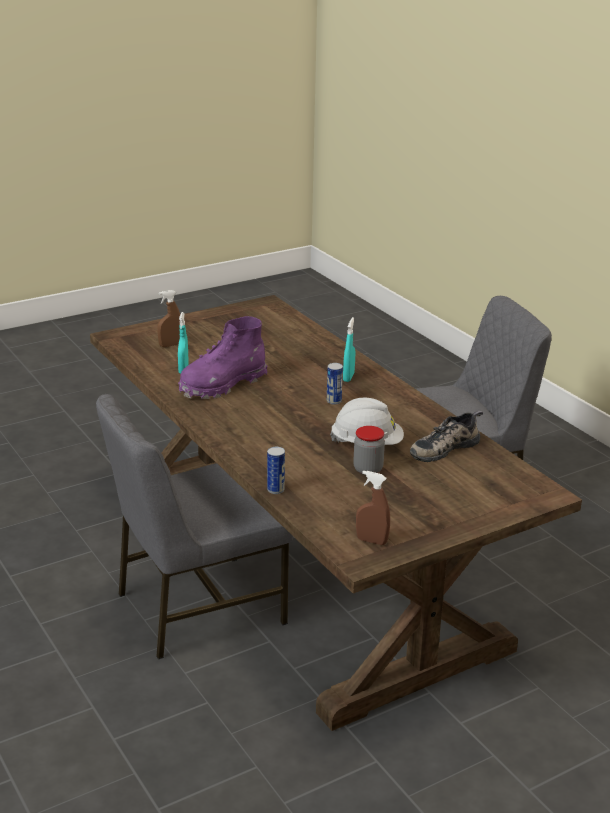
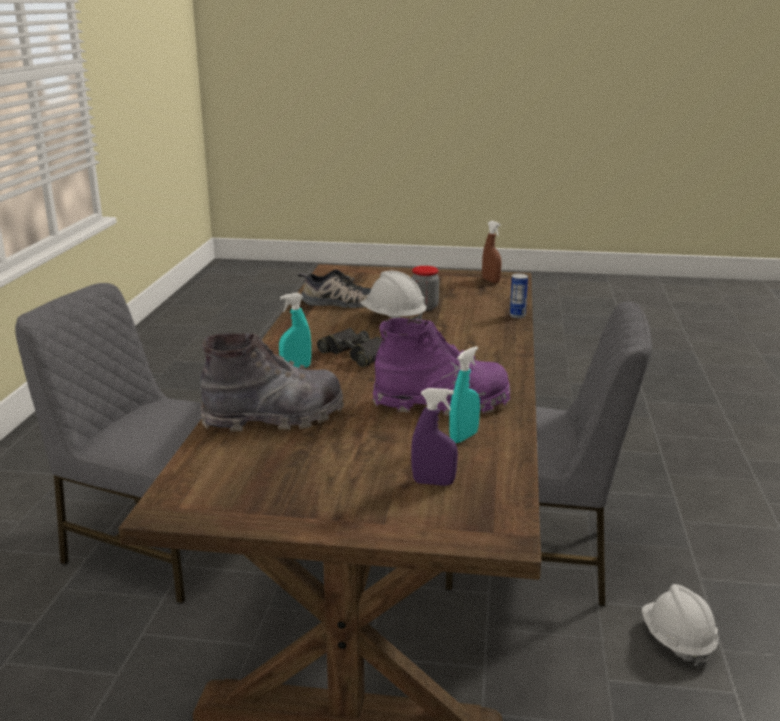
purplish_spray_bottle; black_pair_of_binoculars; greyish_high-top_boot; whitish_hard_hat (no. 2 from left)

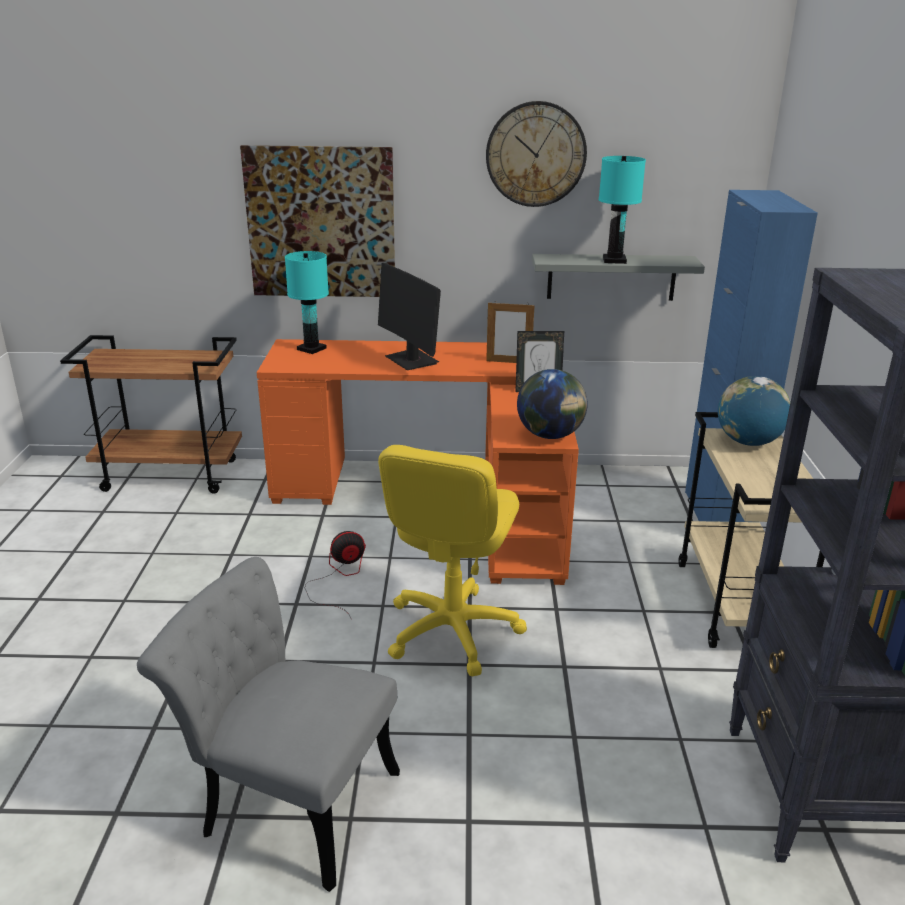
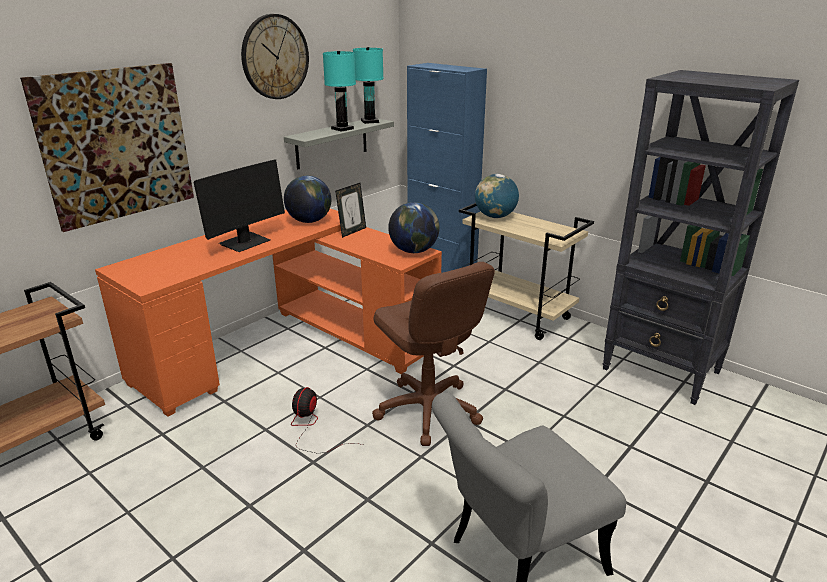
blue-green_tabletop_lamp (no. 2 from left); monitor; brown_computer_chair; desk_globe (no. 1 from left)

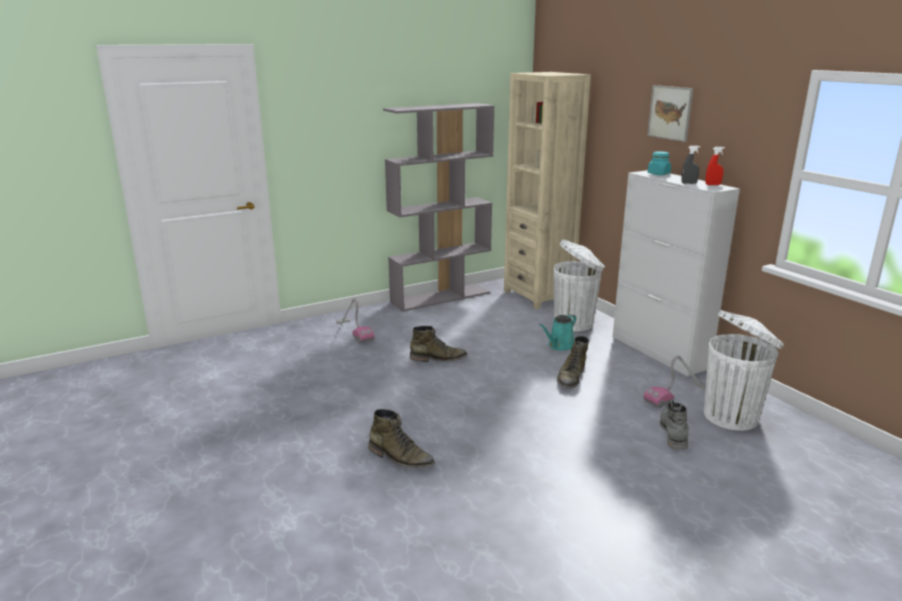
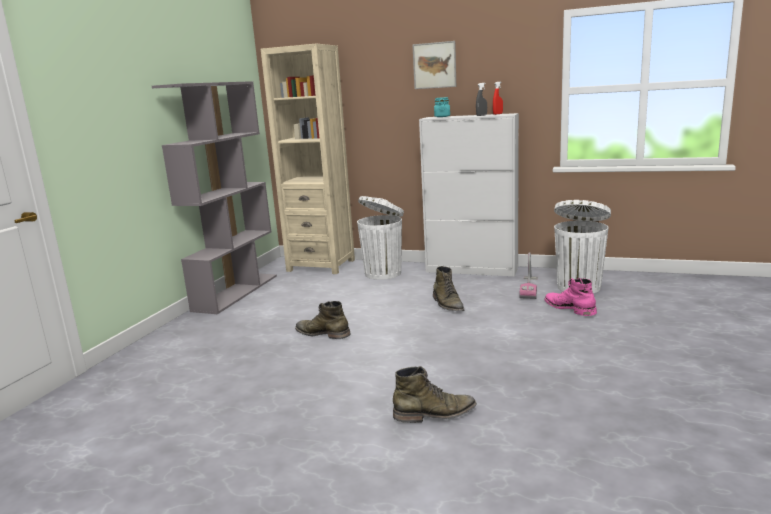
vacuum (no. 1 from left in the first image); green_high-top_boot (no. 1 from left); blue-green_watering_pot; pink-coloured_high-top_boot

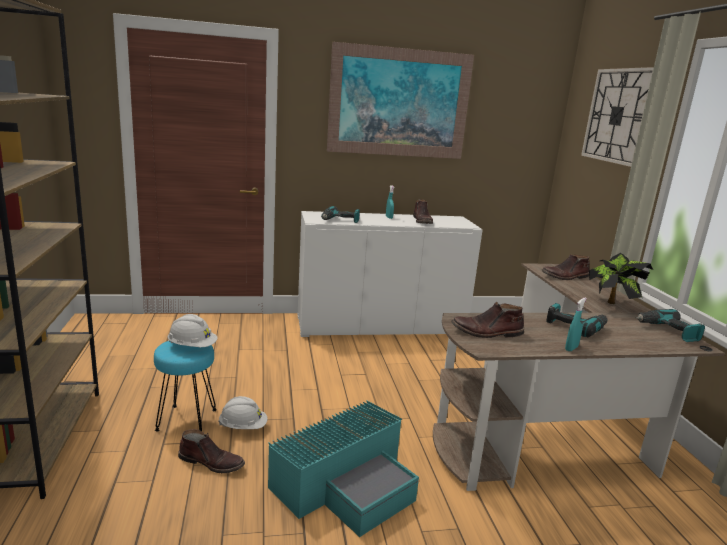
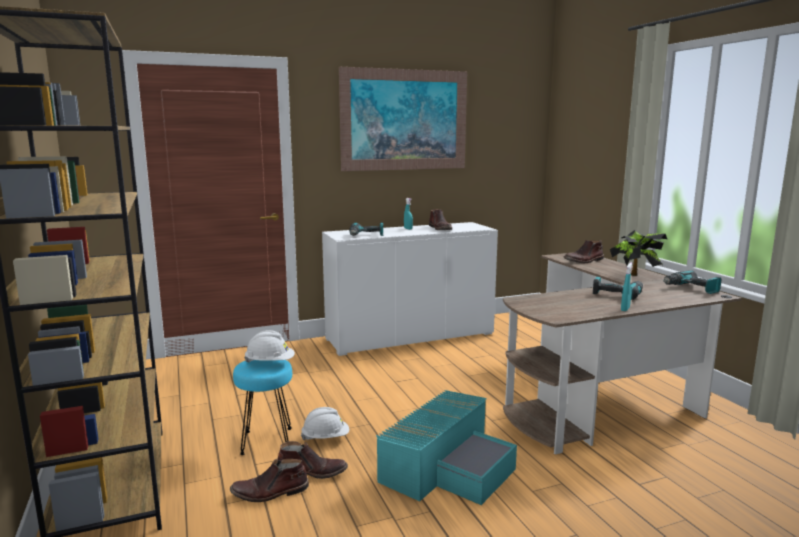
brown_high-top_boot (no. 1 from left); clock_on_the_wall

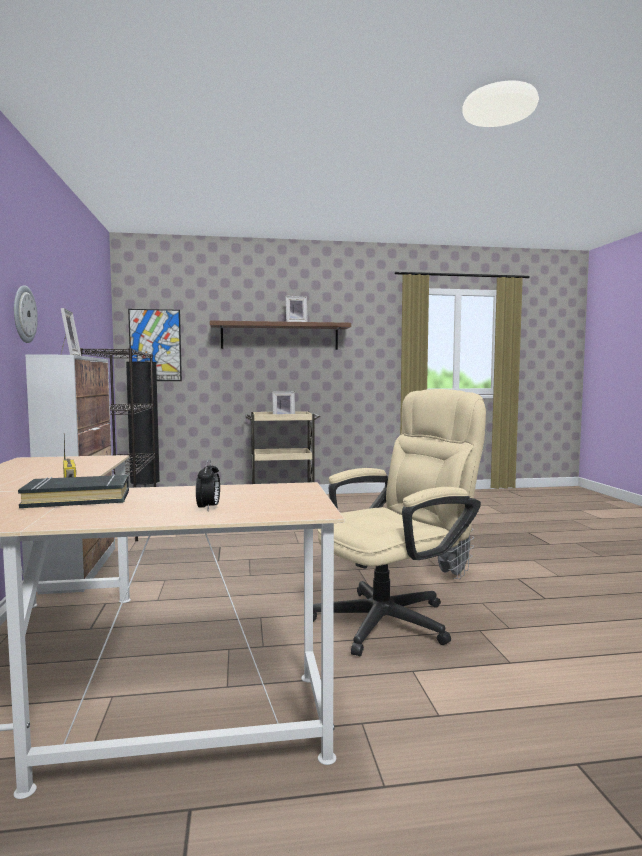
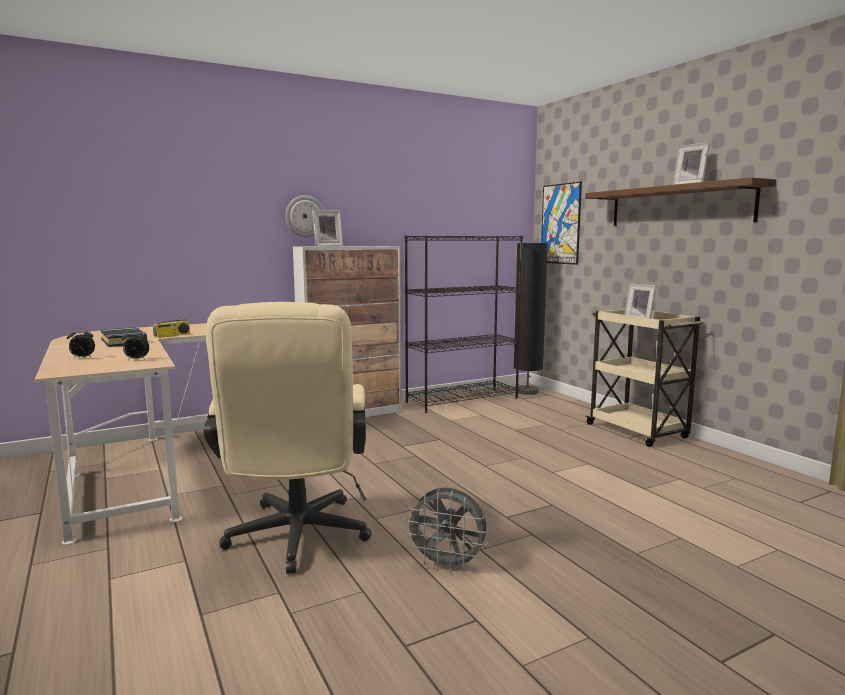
sand-coloured_computer_chair; table_clock (no. 2 from left)

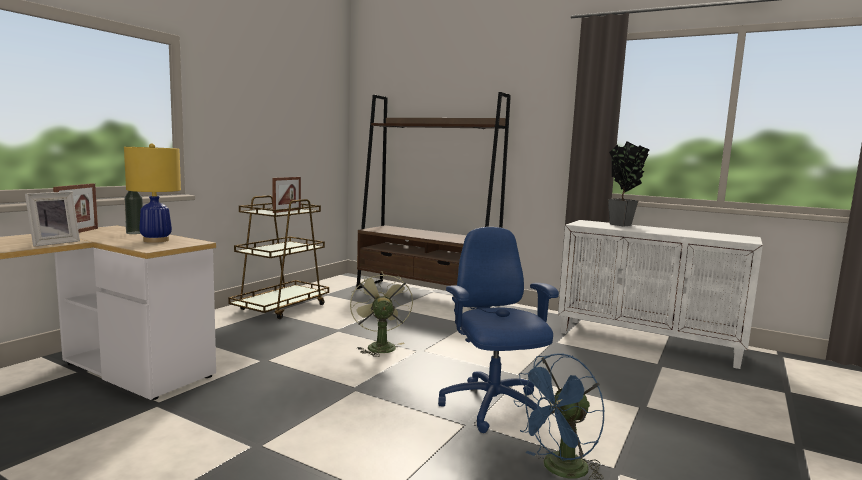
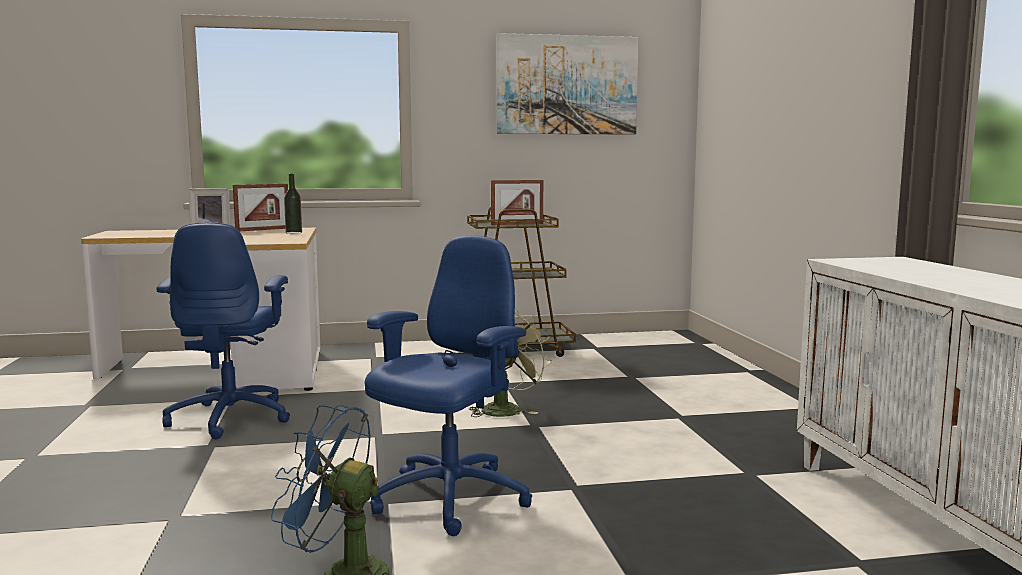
yellow-coloured_tabletop_lamp; brown_bookcase; houseplant; blue-coloured_computer_chair (no. 1 from left); wall_art

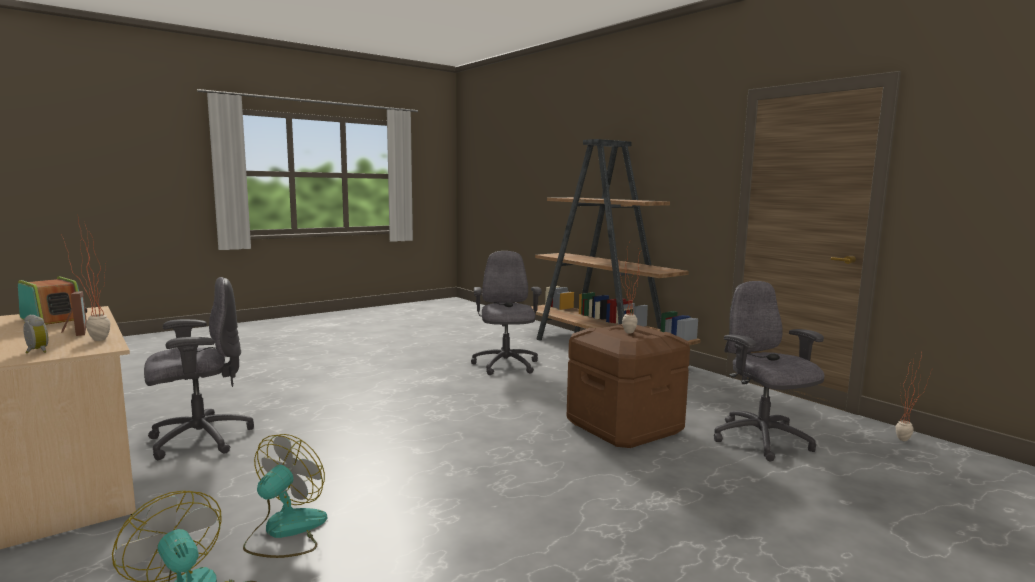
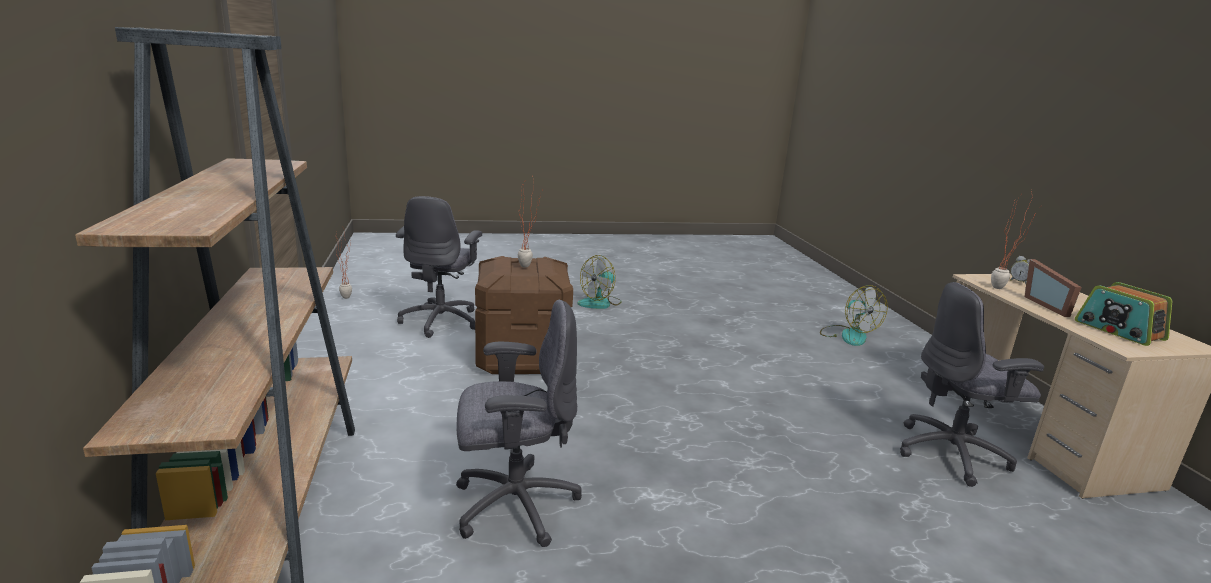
electric_fan (no. 1 from left); greyish_computer_chair (no. 2 from left)

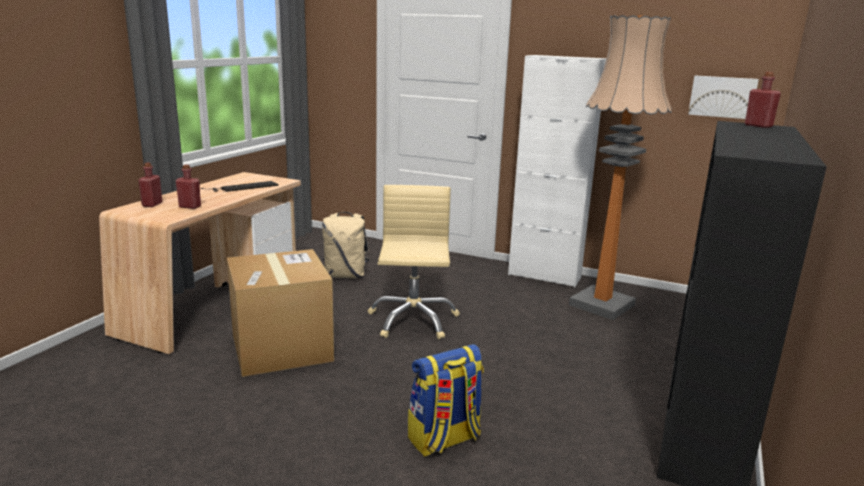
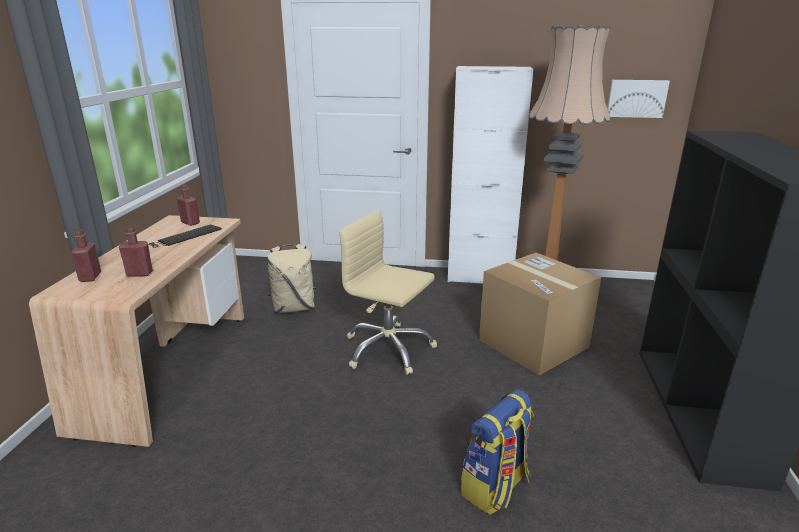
packing_box; sand-coloured_computer_chair; red_beverage_bottle (no. 3 from left)

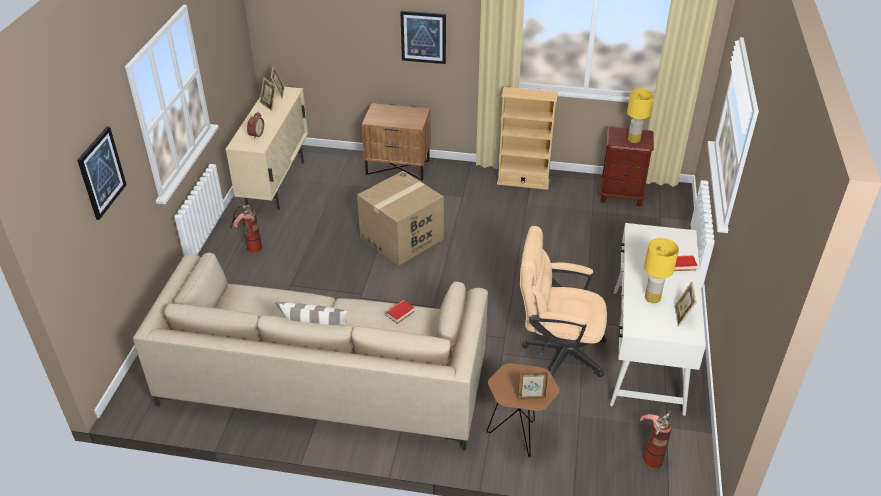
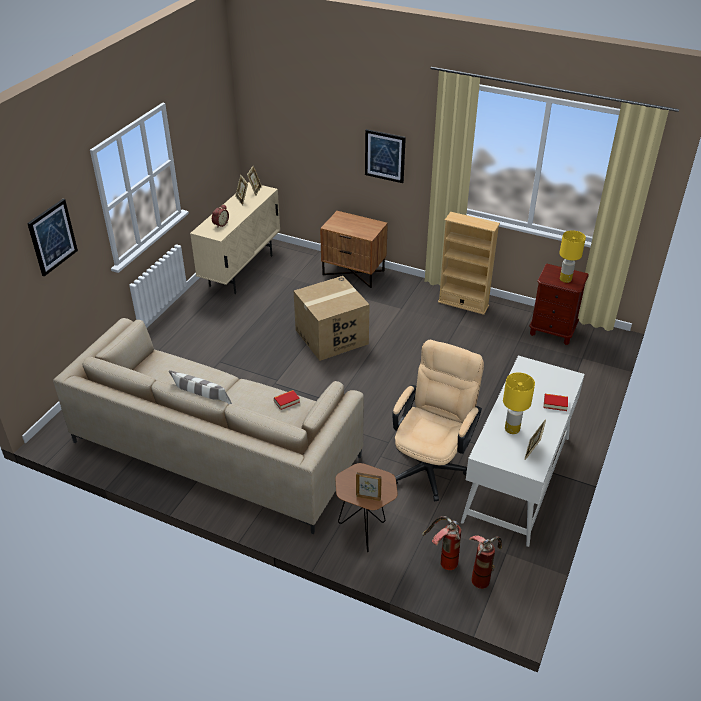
extinguisher (no. 1 from left); sand-coloured_computer_chair

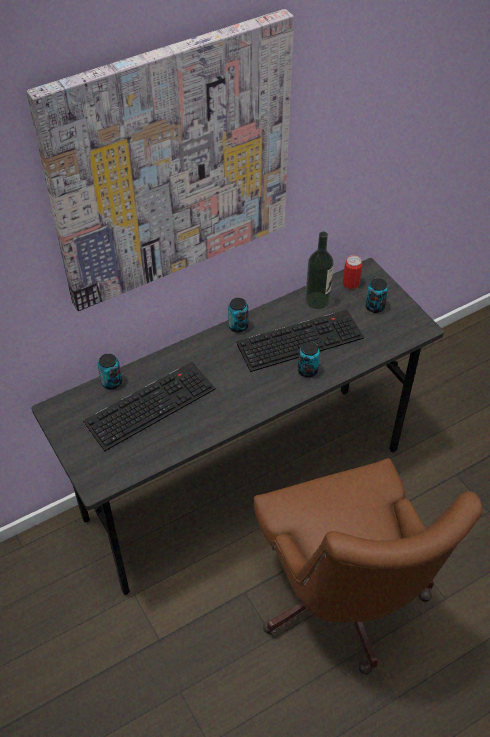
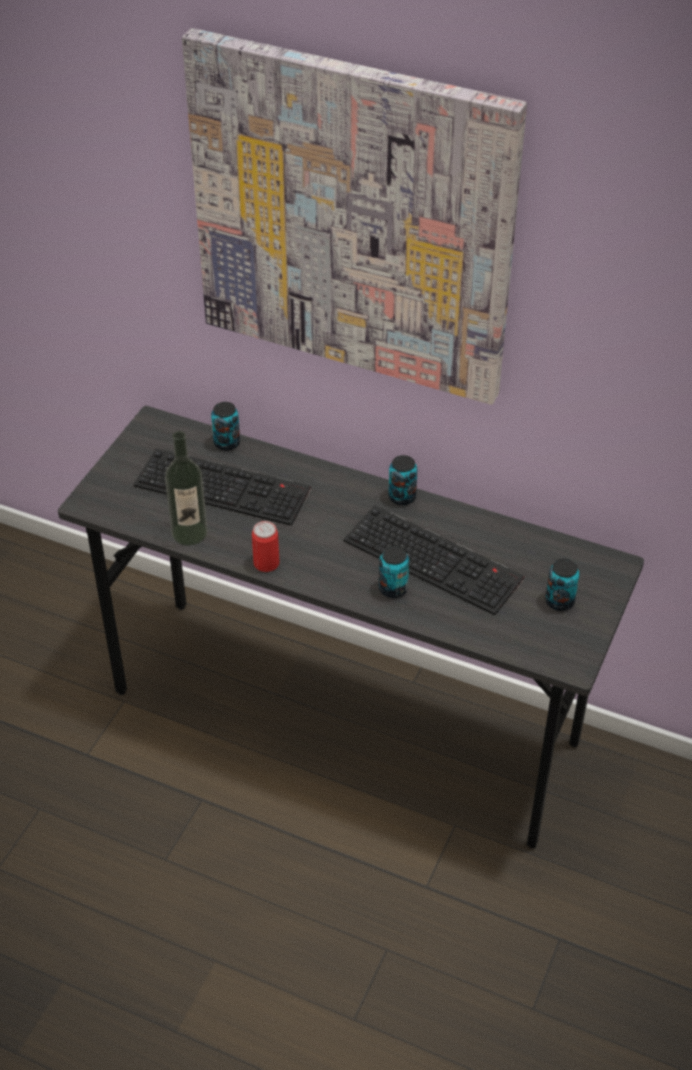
brown_computer_chair; beverage_bottle; metal_can (no. 2 from left)

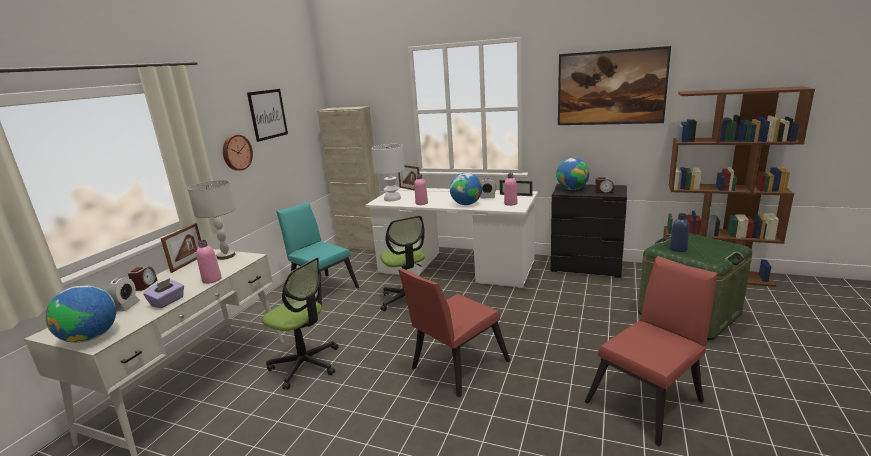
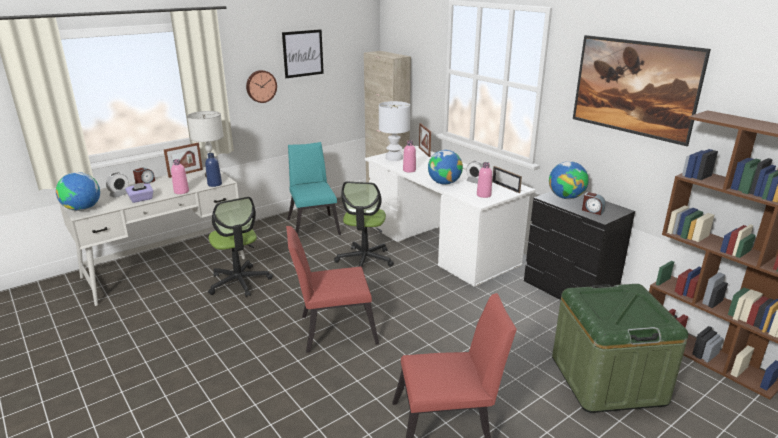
blue-coloured_beverage_bottle

